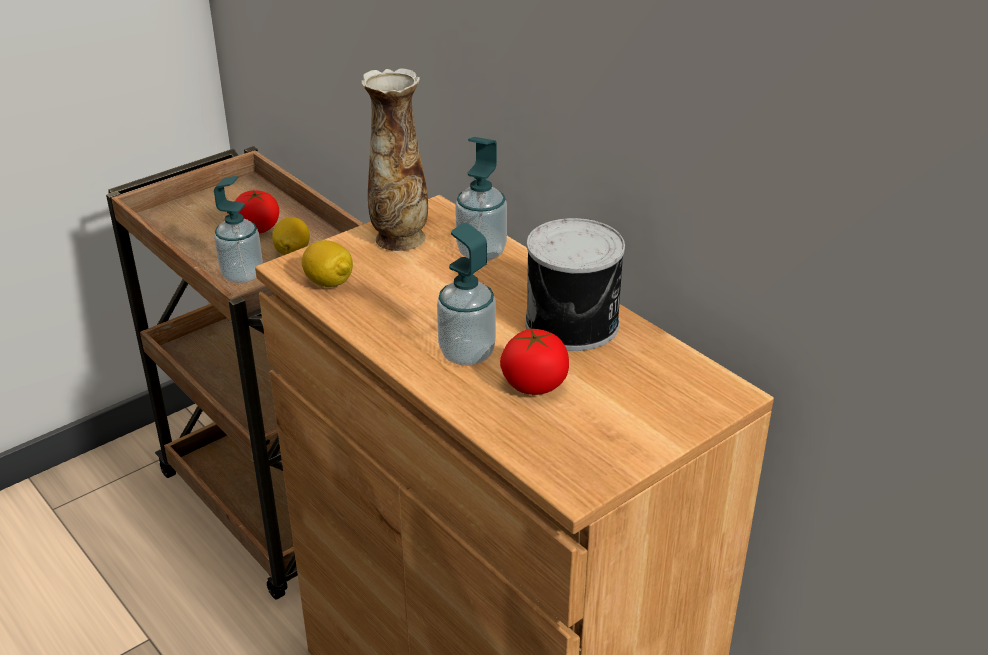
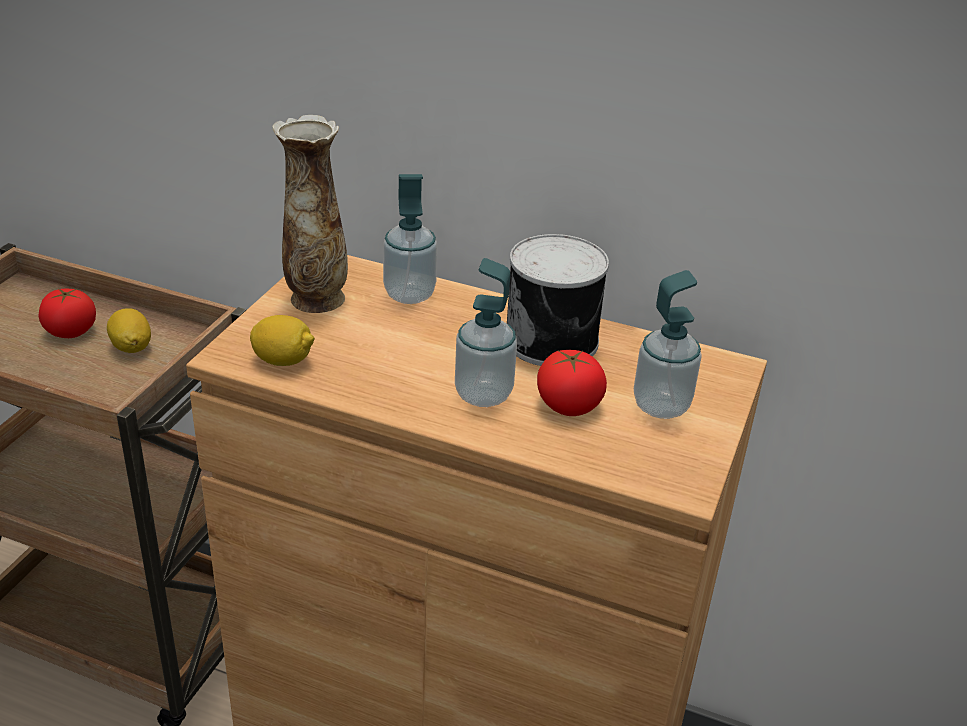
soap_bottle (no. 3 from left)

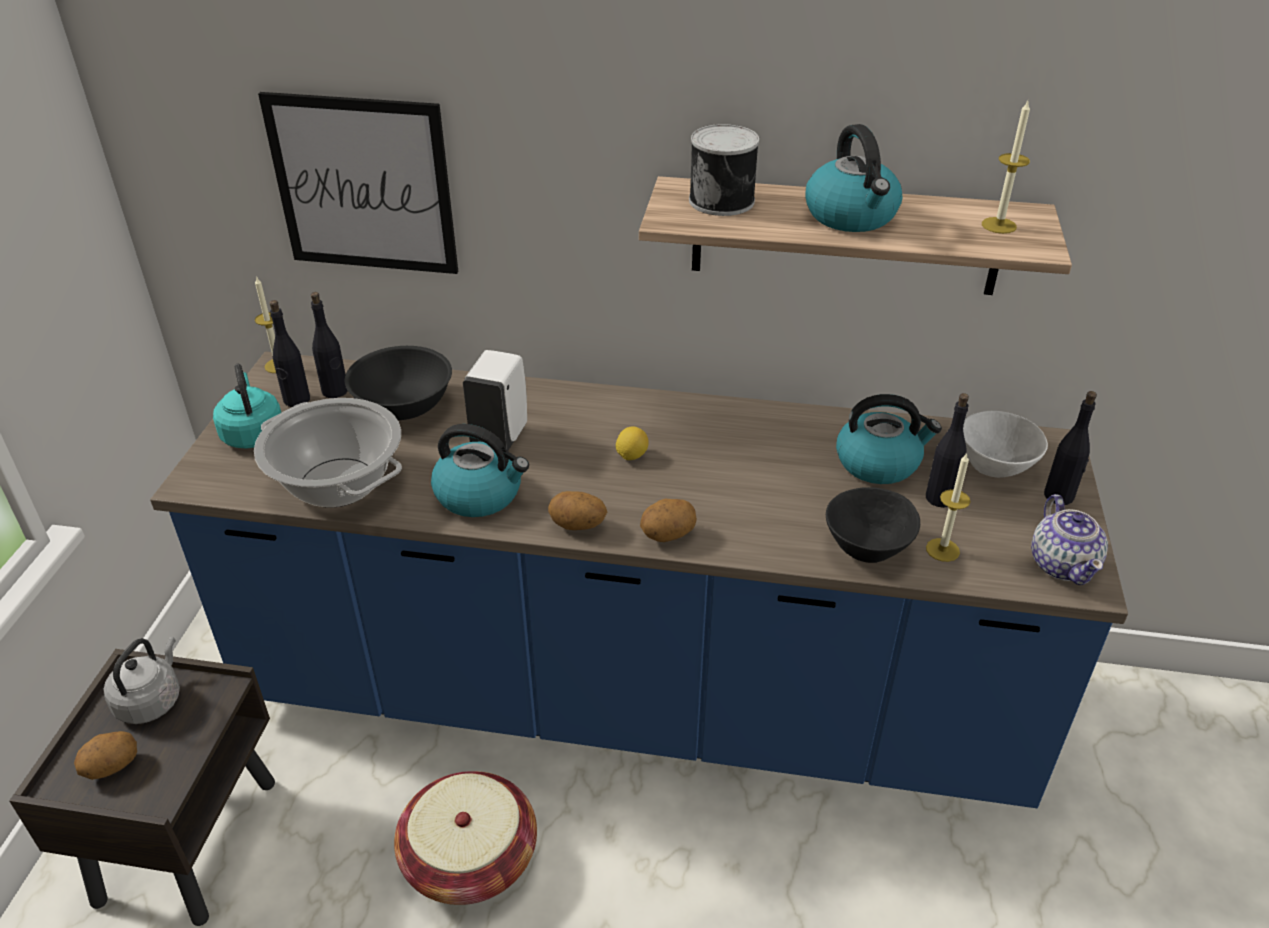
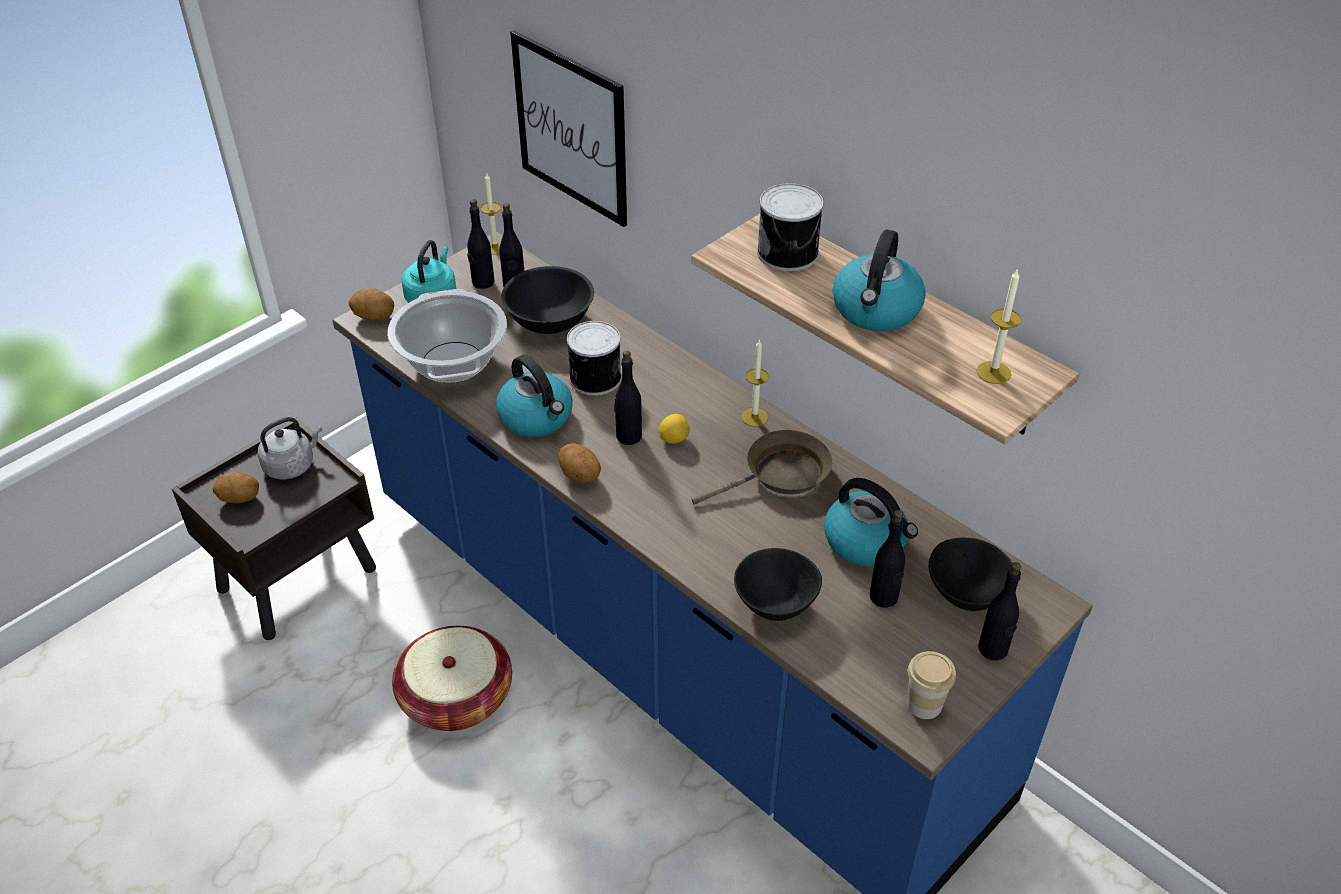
metal_can (no. 1 from left); spud (no. 2 from left); wax_light (no. 2 from left); black_serving_bowl (no. 3 from left); drinking_cup; black_beverage_bottle (no. 3 from left); brown_pan

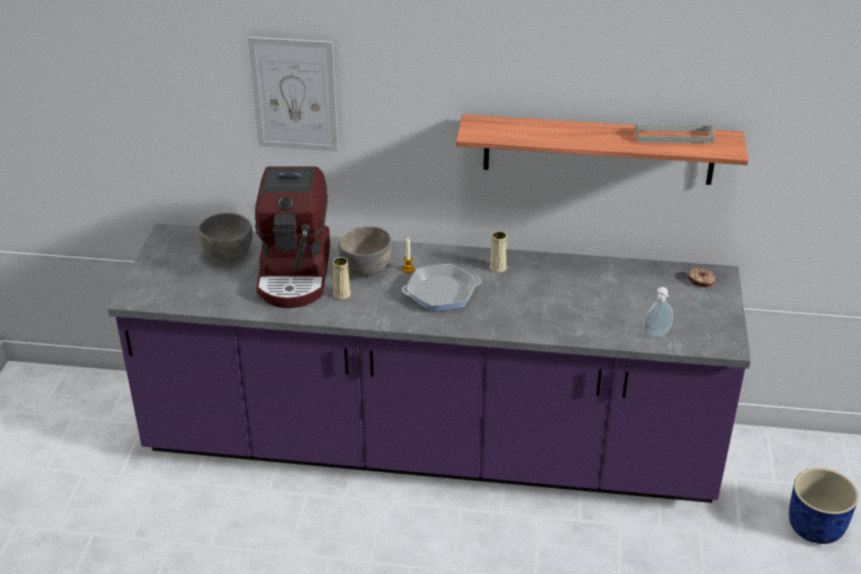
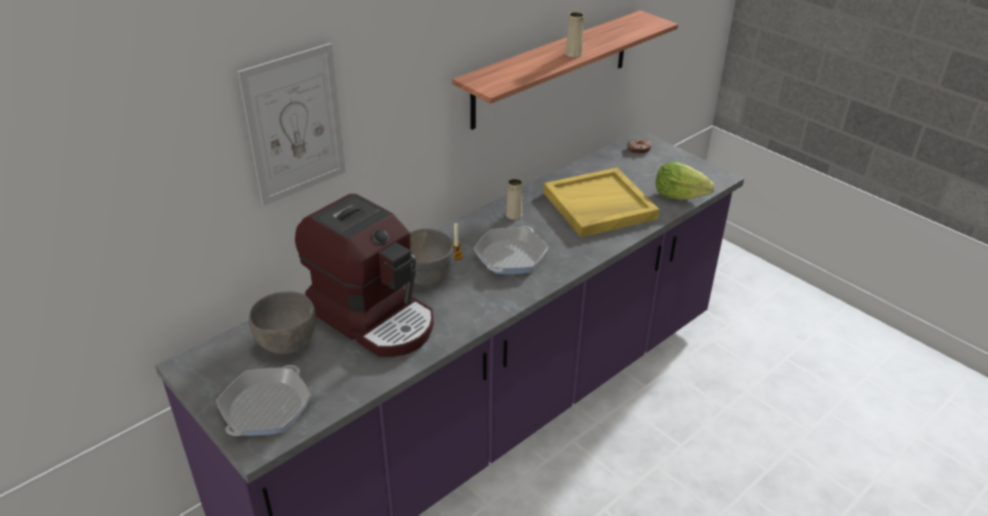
sand-coloured_vase (no. 2 from left); greyish_carrying_tray; lettuce_head; blue-coloured_planter; pan (no. 1 from left); yellow-coloured_carrying_tray

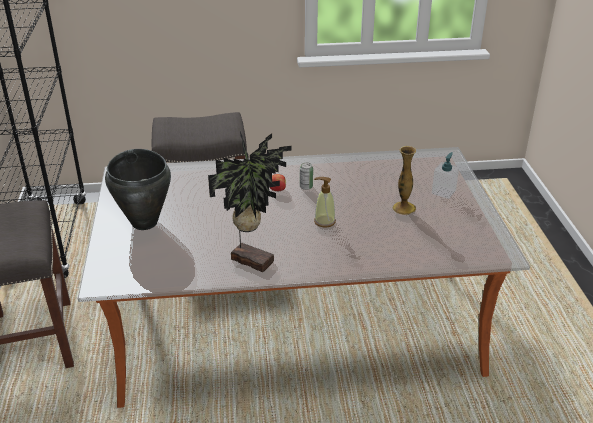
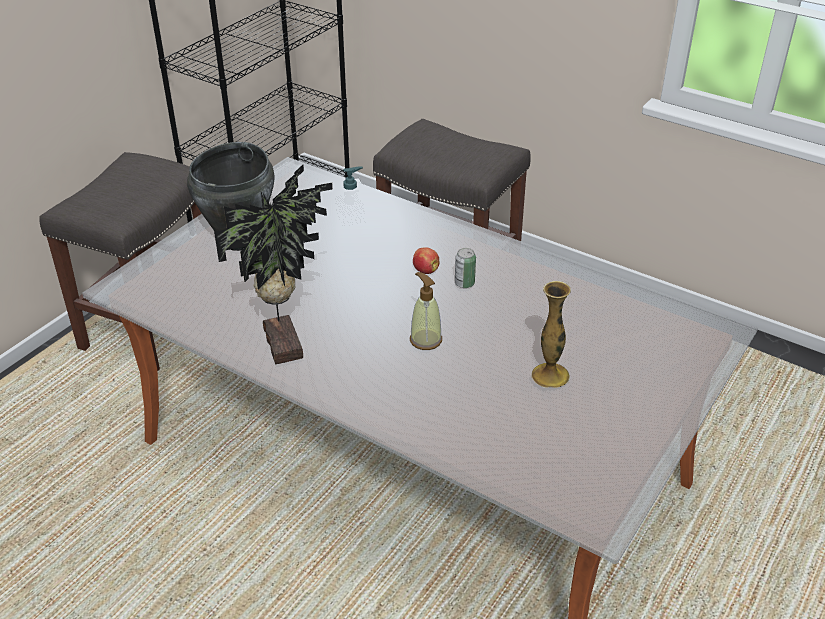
soap_bottle (no. 1 from left)

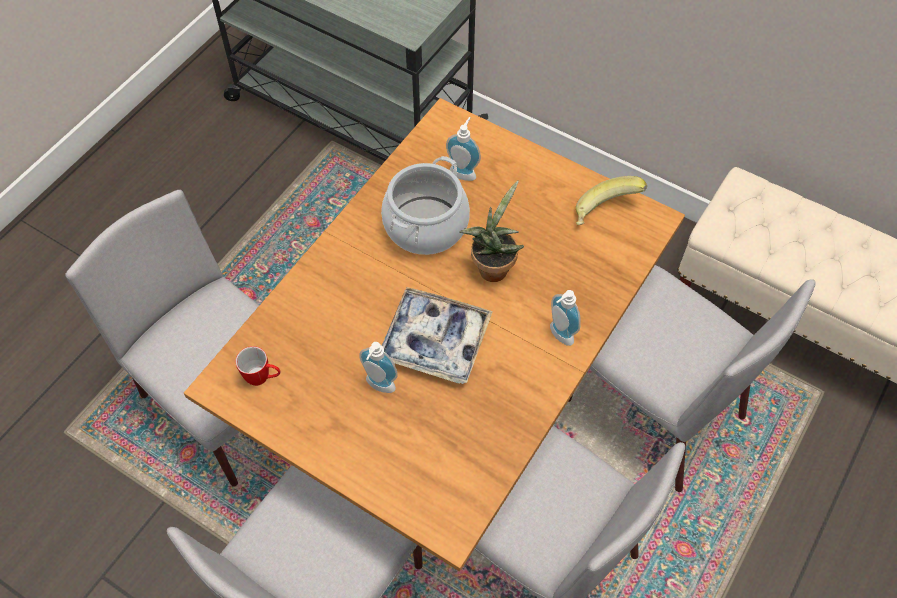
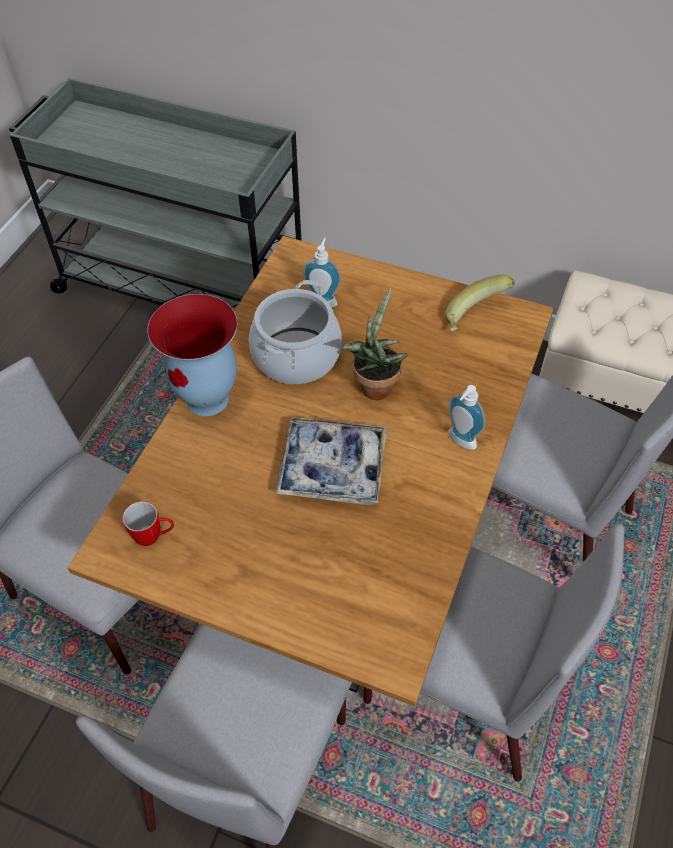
soap_bottle (no. 1 from left in the first image); vase

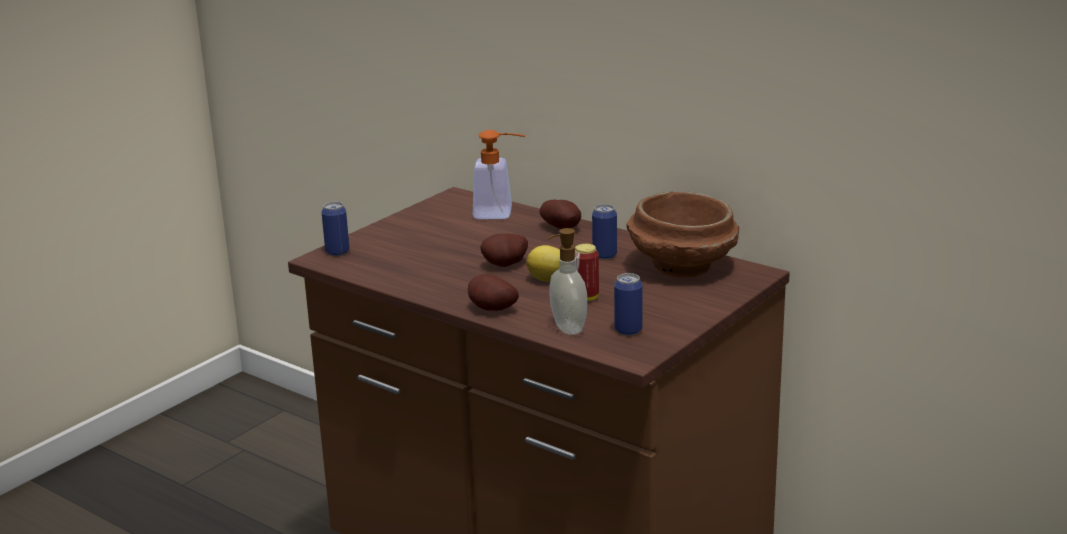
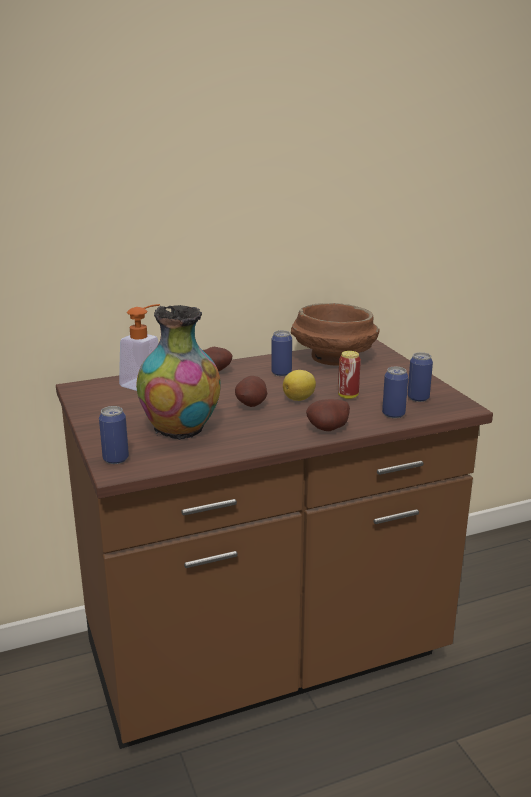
metal_can (no. 4 from left); vase

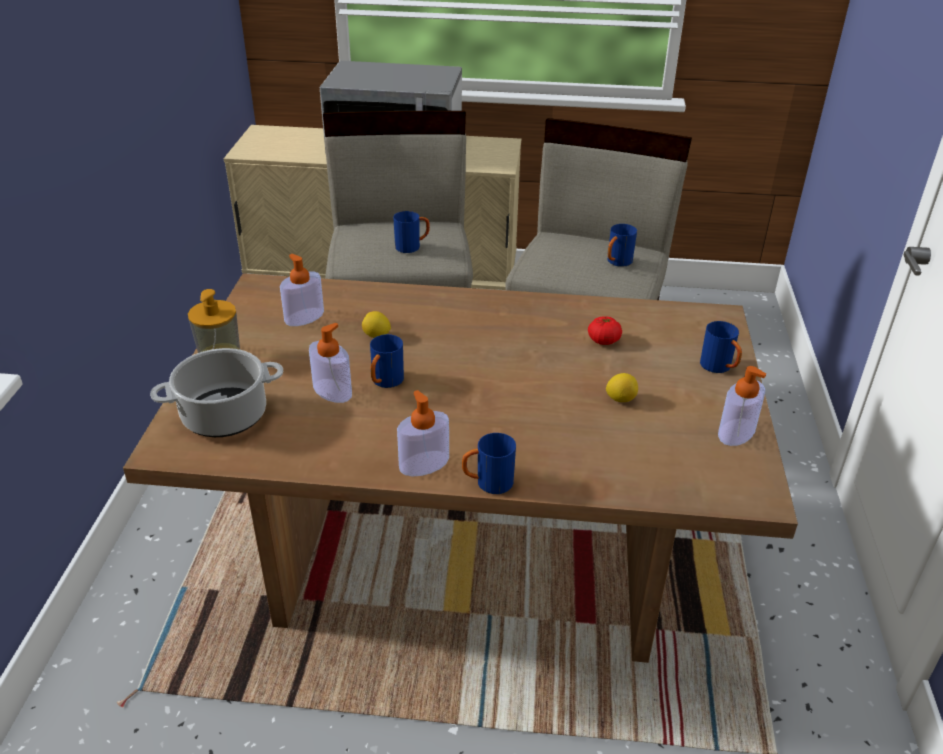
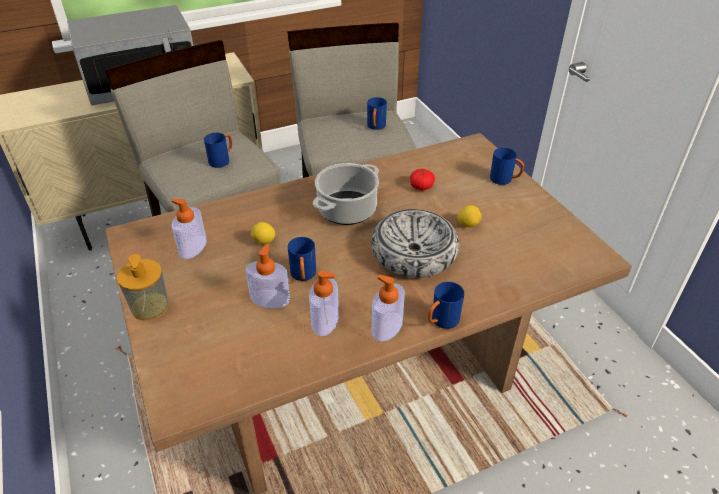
saucepot; soap_bottle (no. 4 from left); serving_bowl

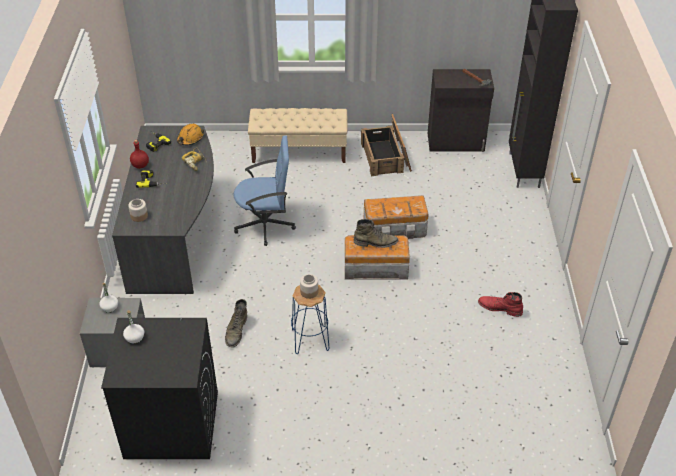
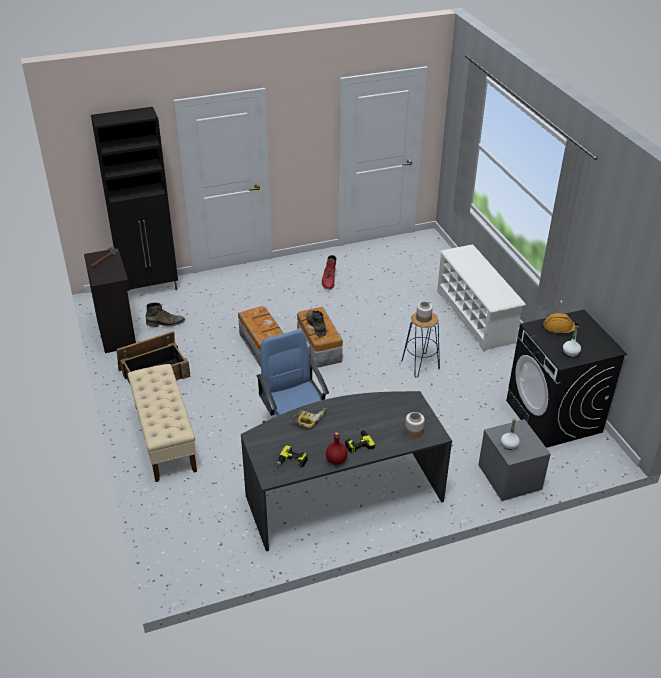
orangey_hard_hat; green_high-top_boot (no. 1 from left); whitish_shoe_stand

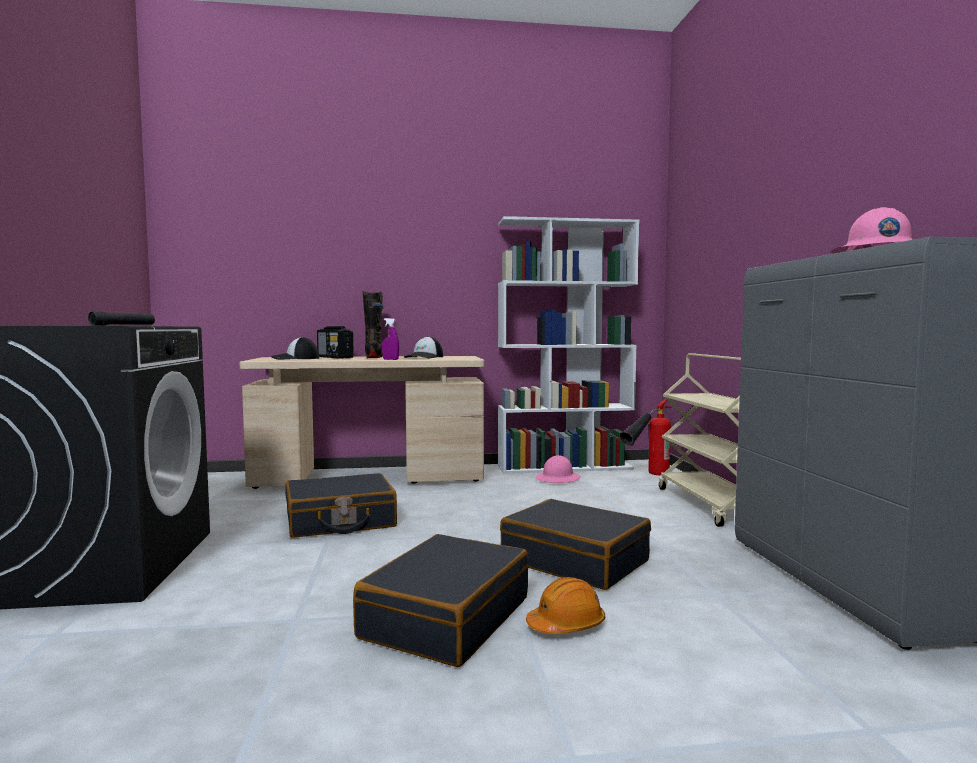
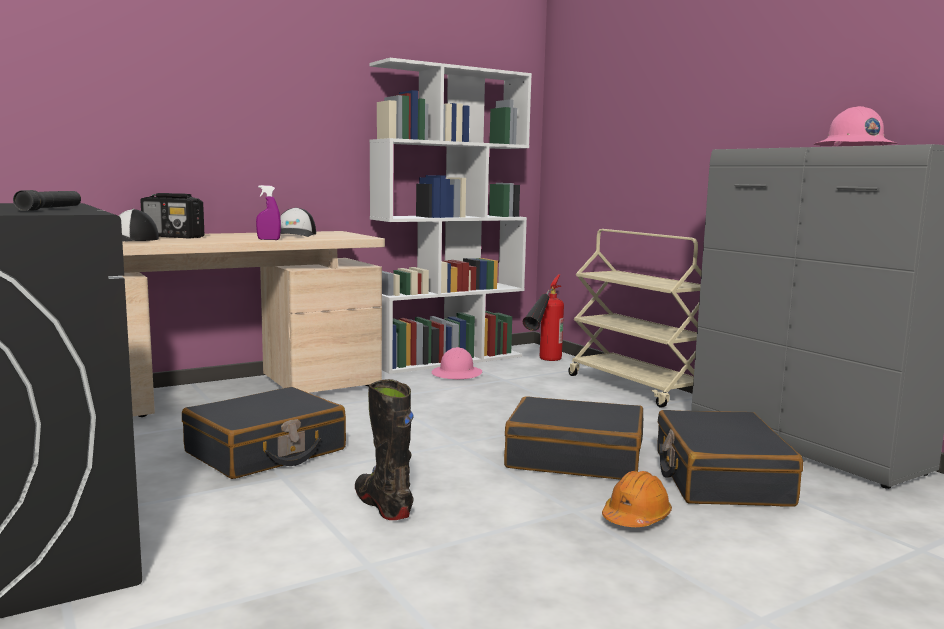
black_piece_of_luggage (no. 3 from left); black_high-top_boot

